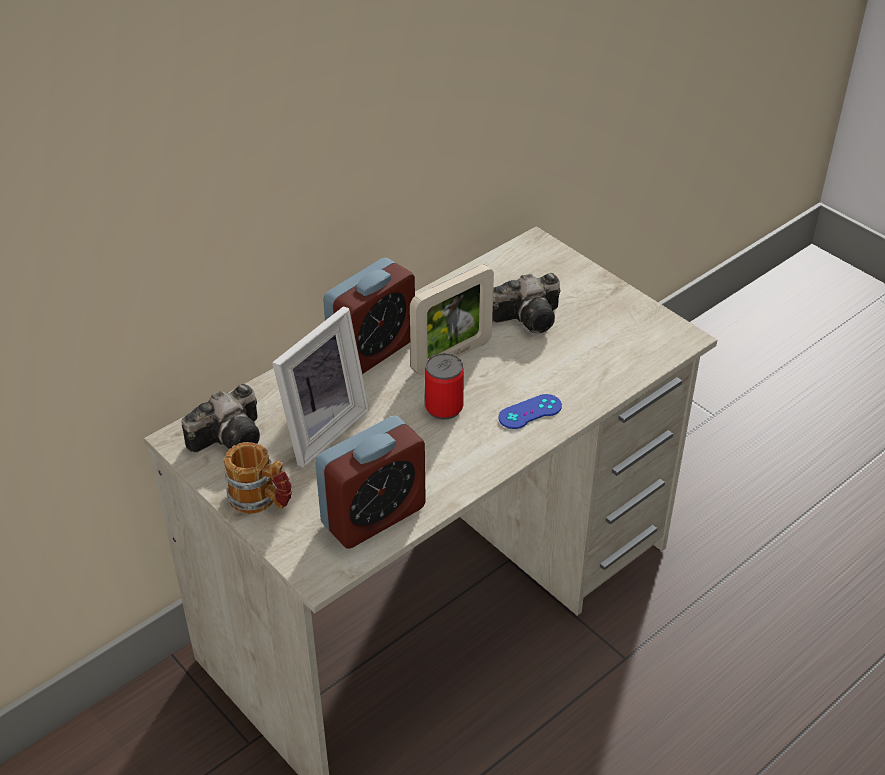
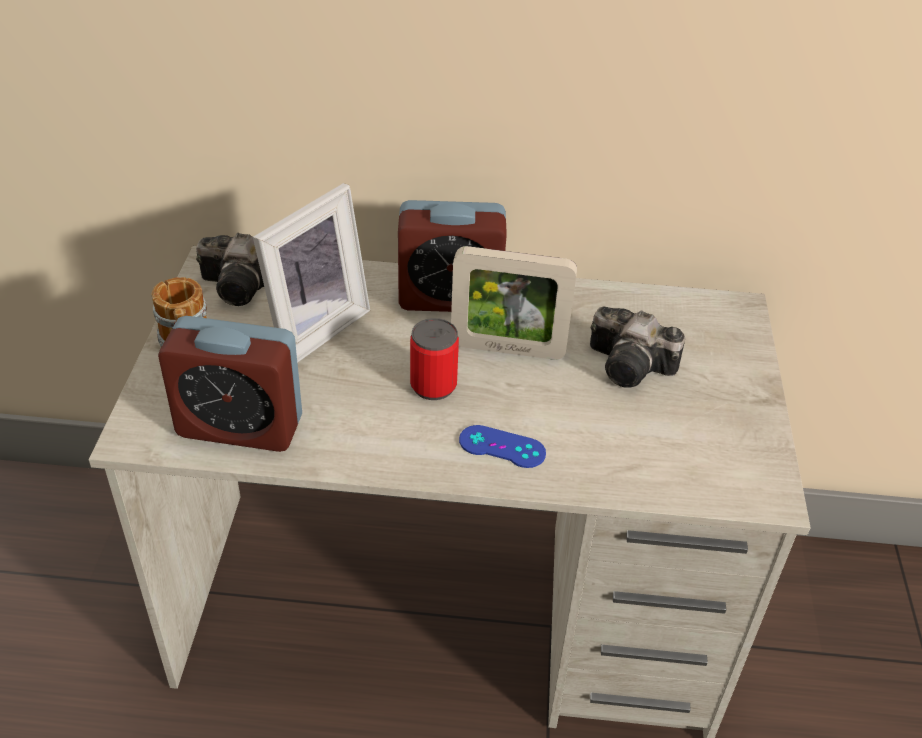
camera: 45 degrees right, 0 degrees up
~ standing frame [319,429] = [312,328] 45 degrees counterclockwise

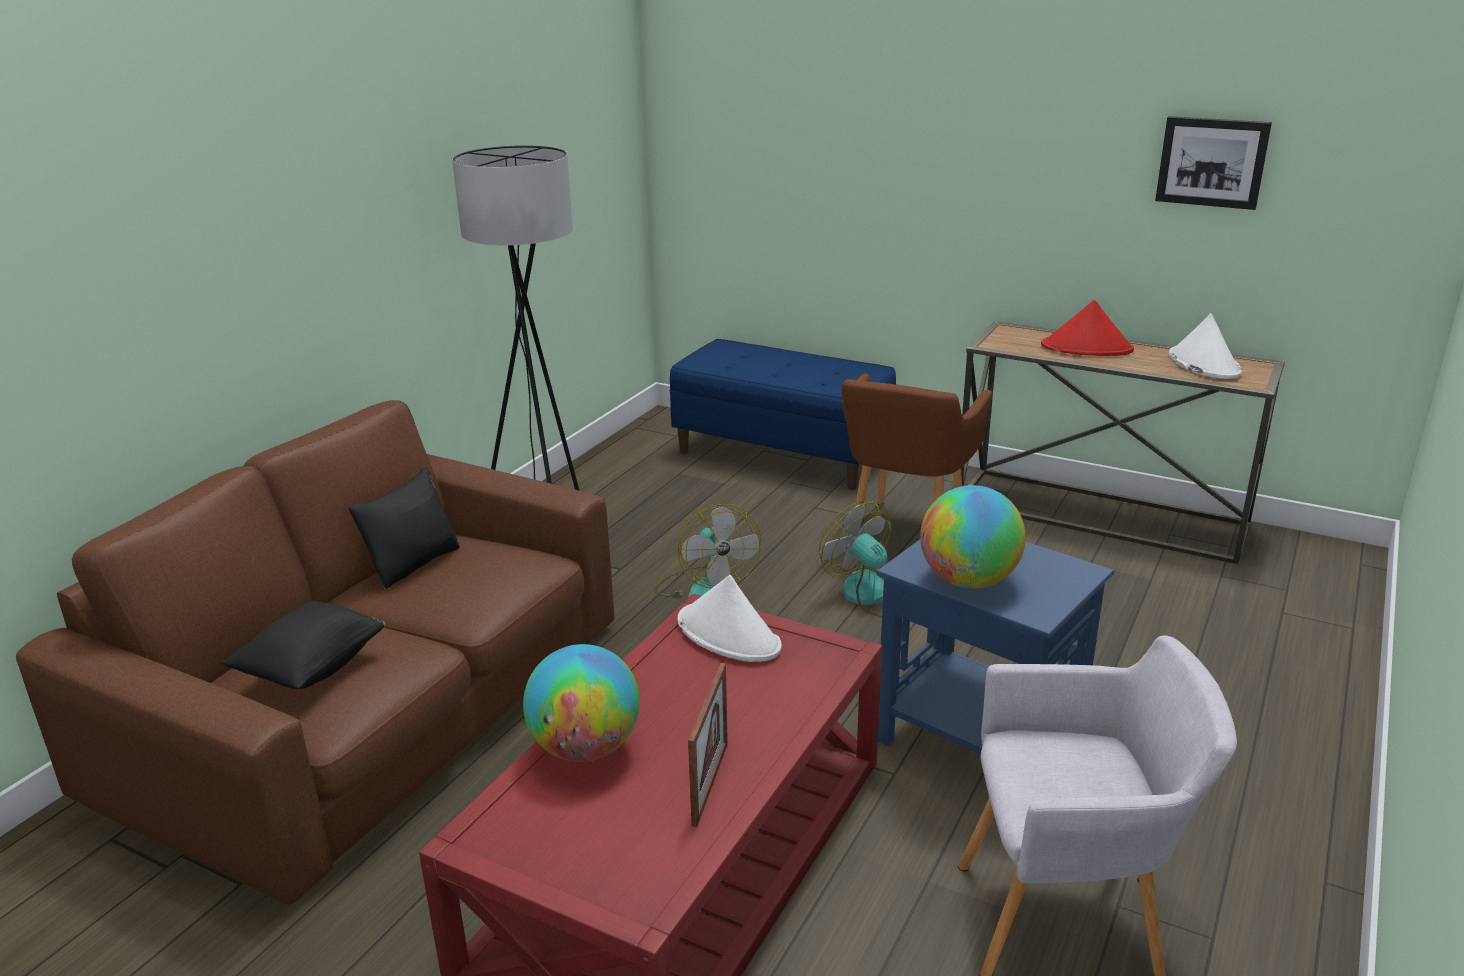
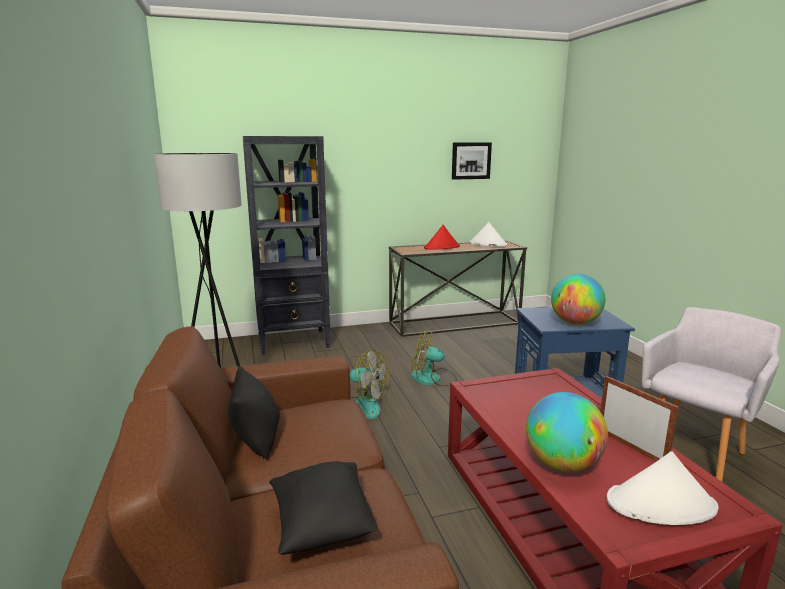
camera: 45 degrees left, 10 degrees down
~ indoor bench in blue [783,454] to shelving unit in blackish [294,342]
~ wearable hat in white-coloured [729,634] to [661,504]
- lounge chair in brownish [904,534]

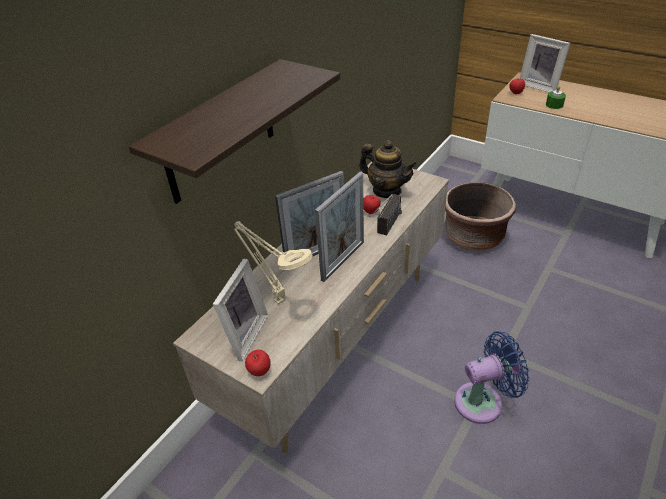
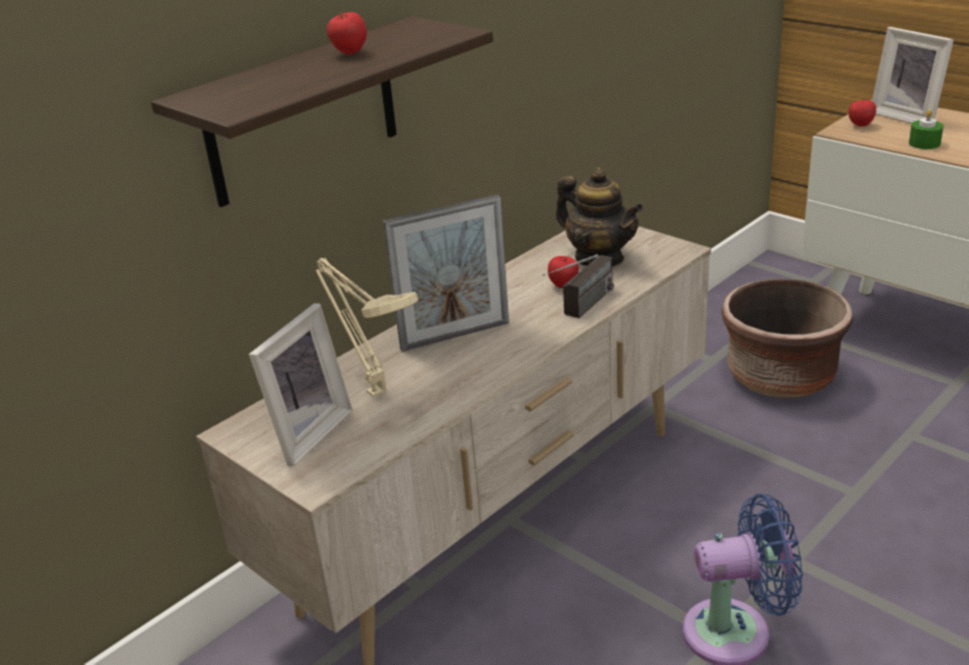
camera: 10 degrees right, 10 degrees down
~ apple [259,371] to [349,54]
- standing frame [343,261]

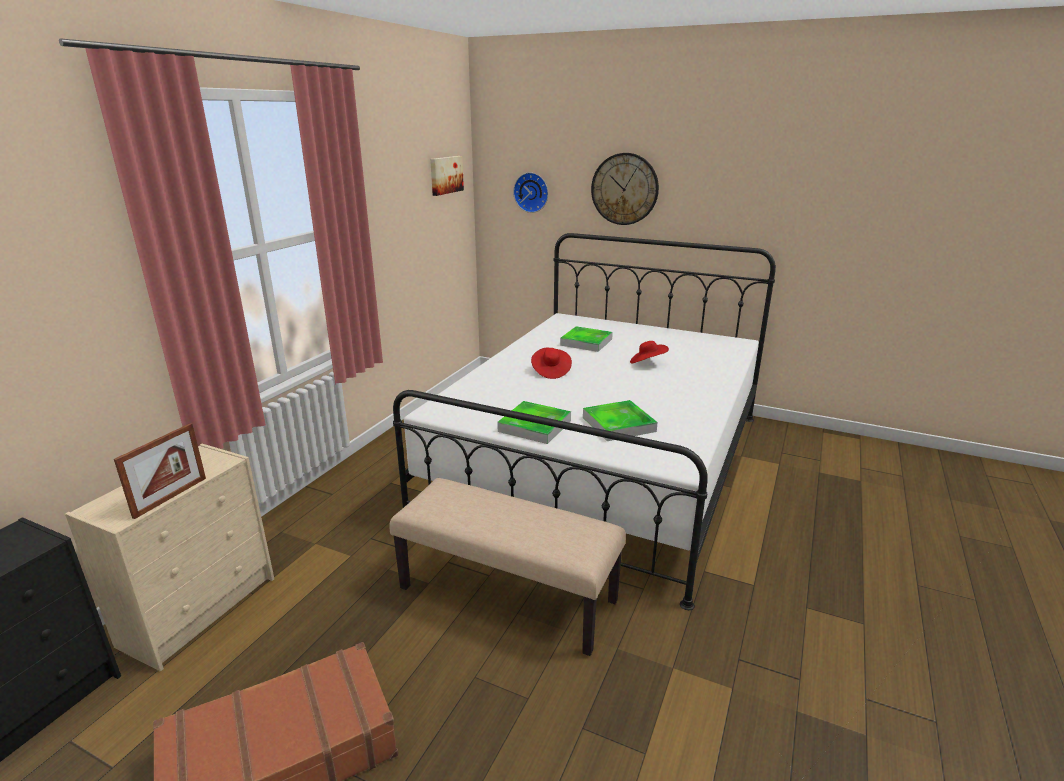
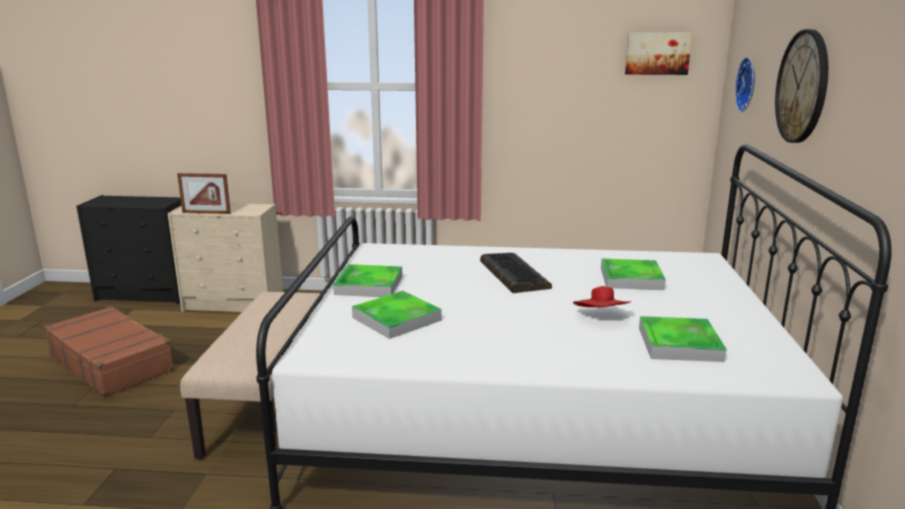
camera: 70 degrees right, 5 degrees down
~ wearable hat in reddish [550,371] to keyboard [512,274]
+ tray [679,344]

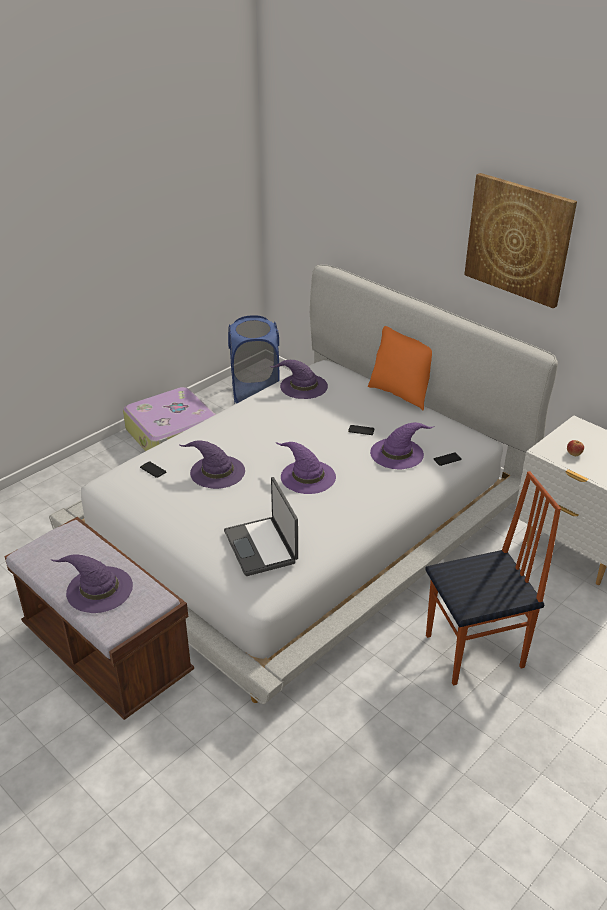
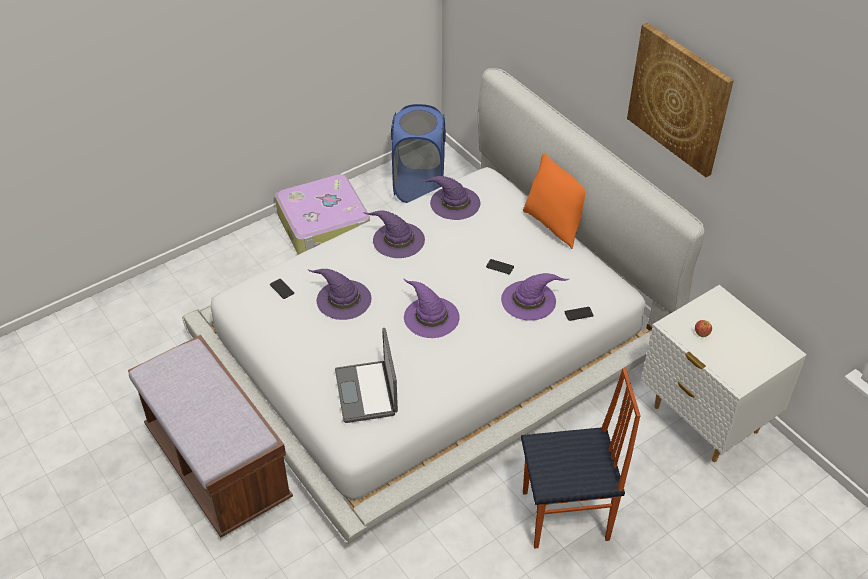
camera: 10 degrees right, 10 degrees up
~ wearable hat in purple [98,589] to [397,240]

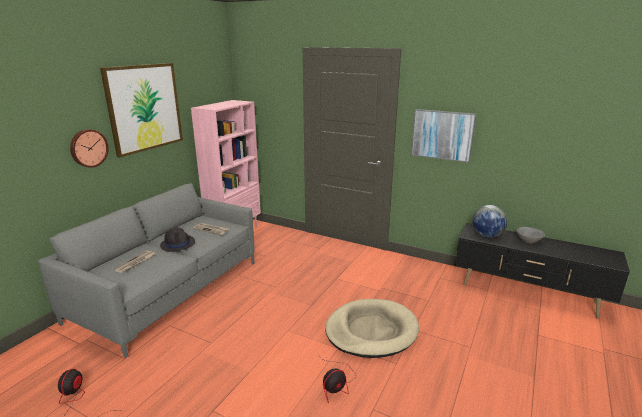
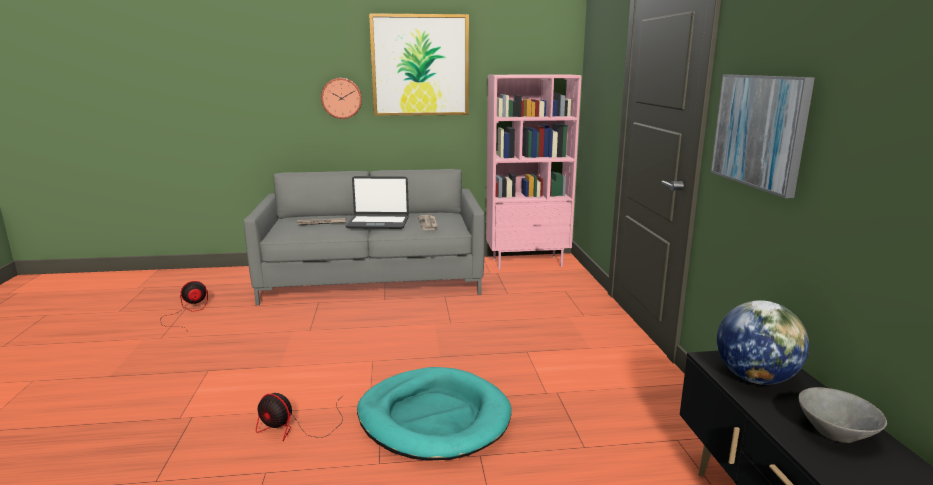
camera: 55 degrees right, 5 degrees down
~ wearable hat in blackish [178,244] to laptop [378,223]
~ pet bed in beige [371,331] to pet bed in blue-green [434,418]

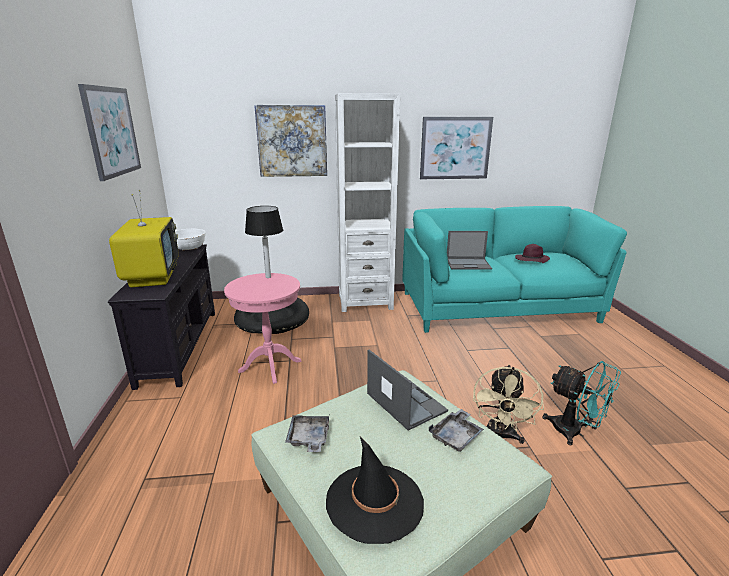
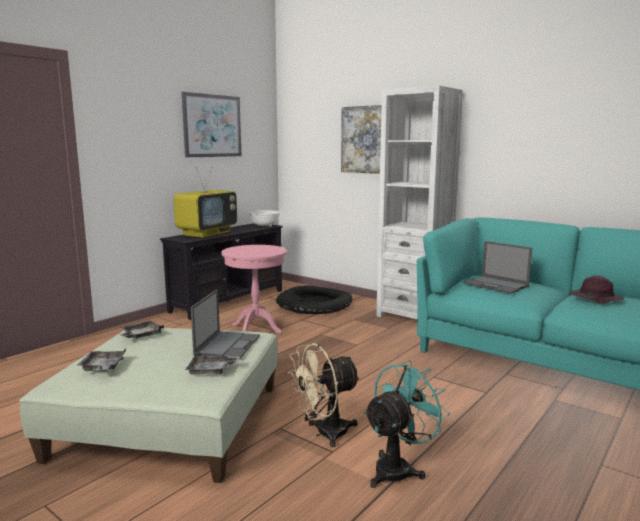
camera: 45 degrees right, 10 degrees down
- table lamp [268,277]
~ wearable hat in blackish [374,501] to tray in grey [102,367]
- wall picture [455,148]
~ fan in blue-green [574,432] = [398,468] 135 degrees counterclockwise

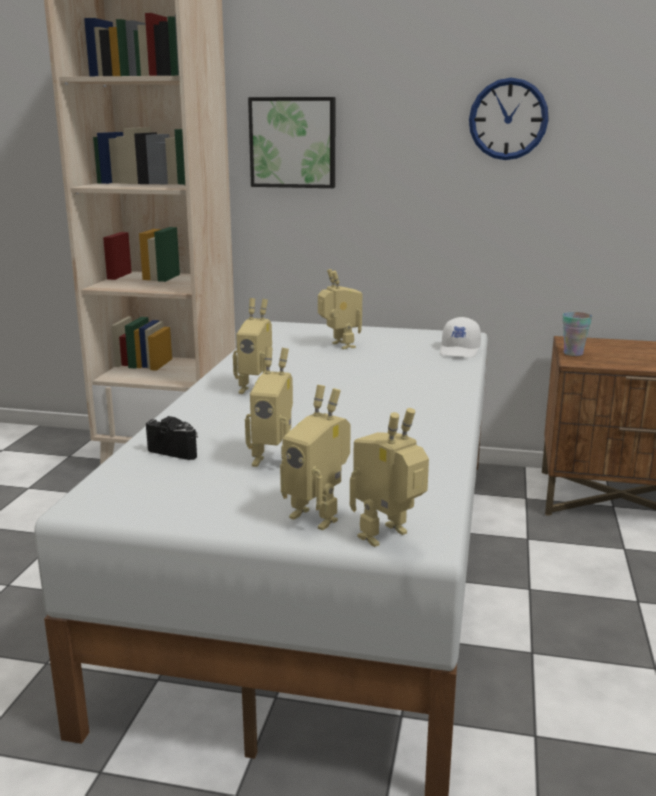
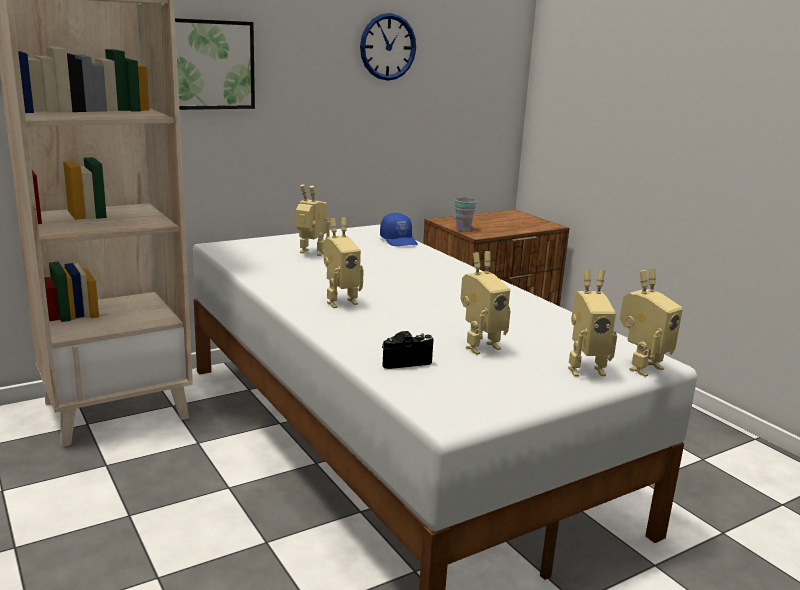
camera: 45 degrees left, 0 degrees up
~ model robot [388,538] = [641,367] 135 degrees counterclockwise
~ baseball cap in white-coloured [460,350] to baseball cap in blue [399,240]

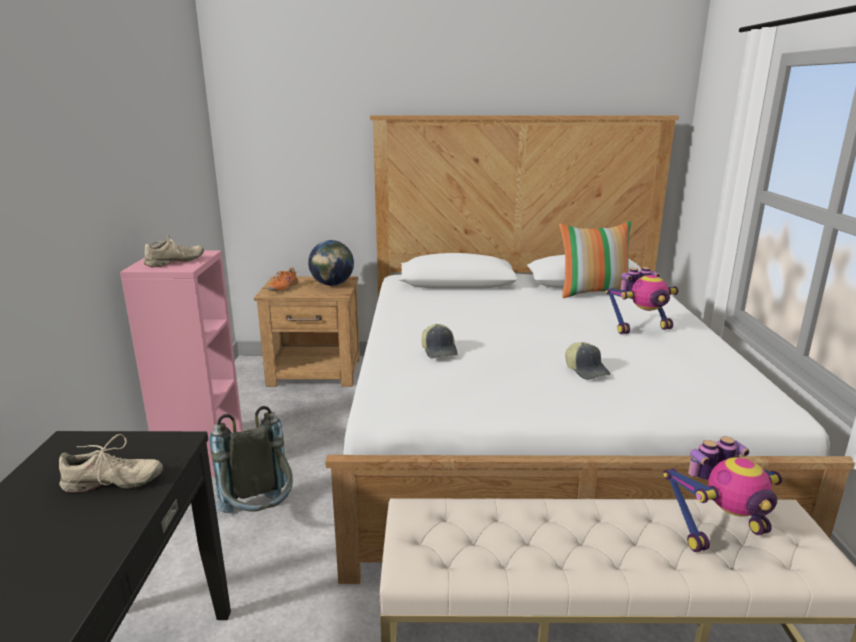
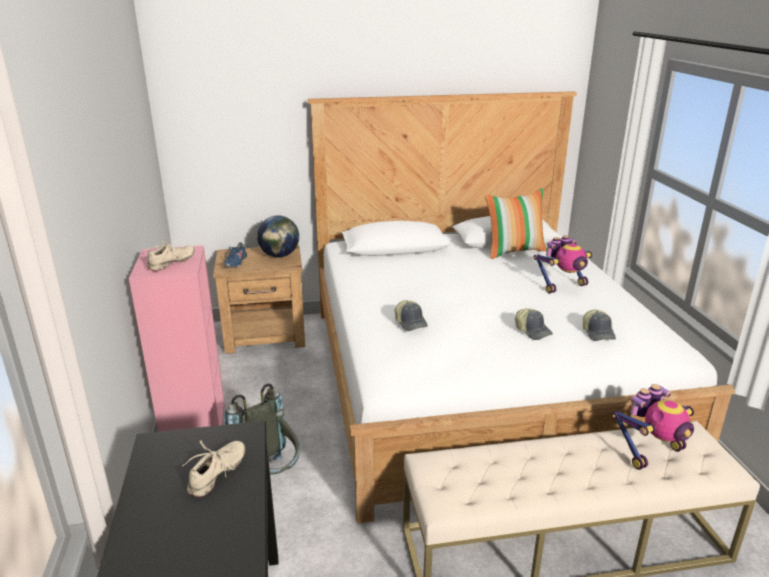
camera: 10 degrees left, 5 degrees up
~ shoe in beige [113,483] = [218,474] 45 degrees counterclockwise
~ shoe in orange-coloured [283,288] to shoe in blue [235,262]
+ baseball cap [598,333]

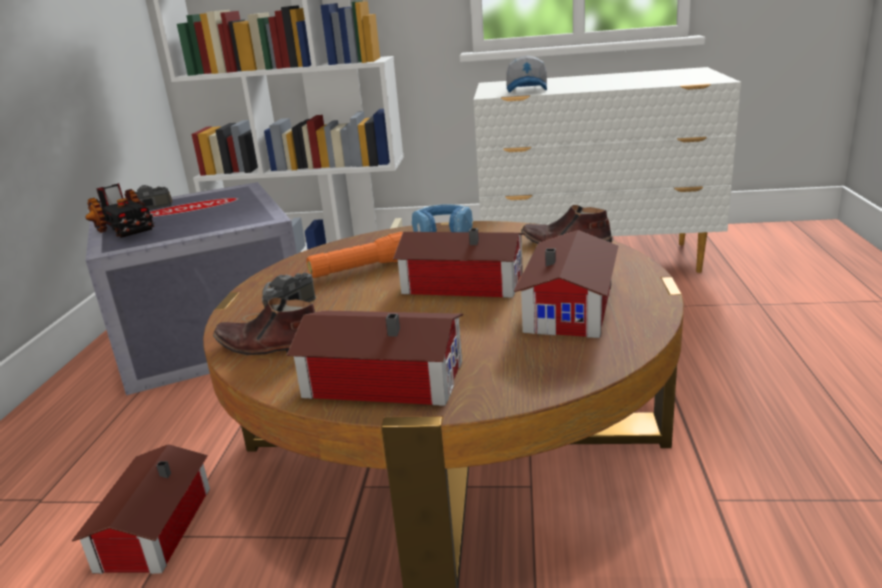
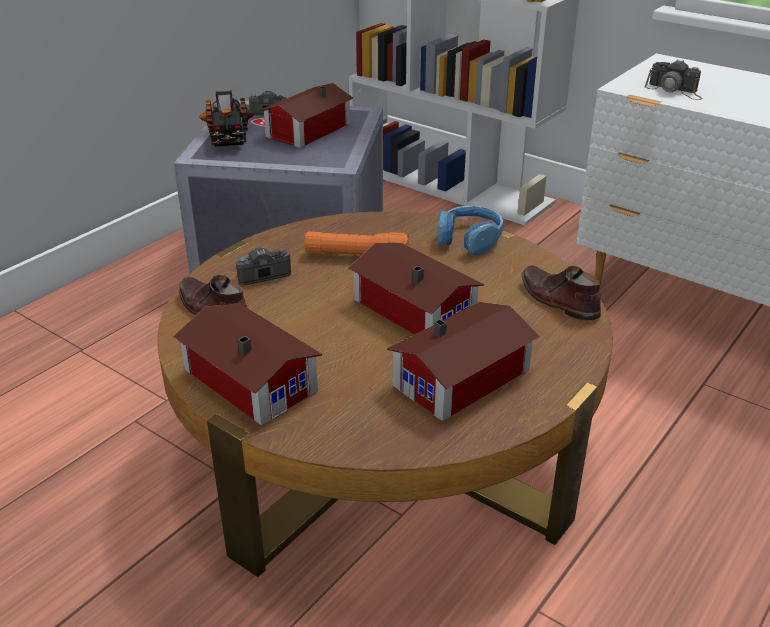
camera: 30 degrees right, 10 degrees up
~ toy house [150,530] to [305,130]
~ baseball cap [528,90] to still camera [674,90]

